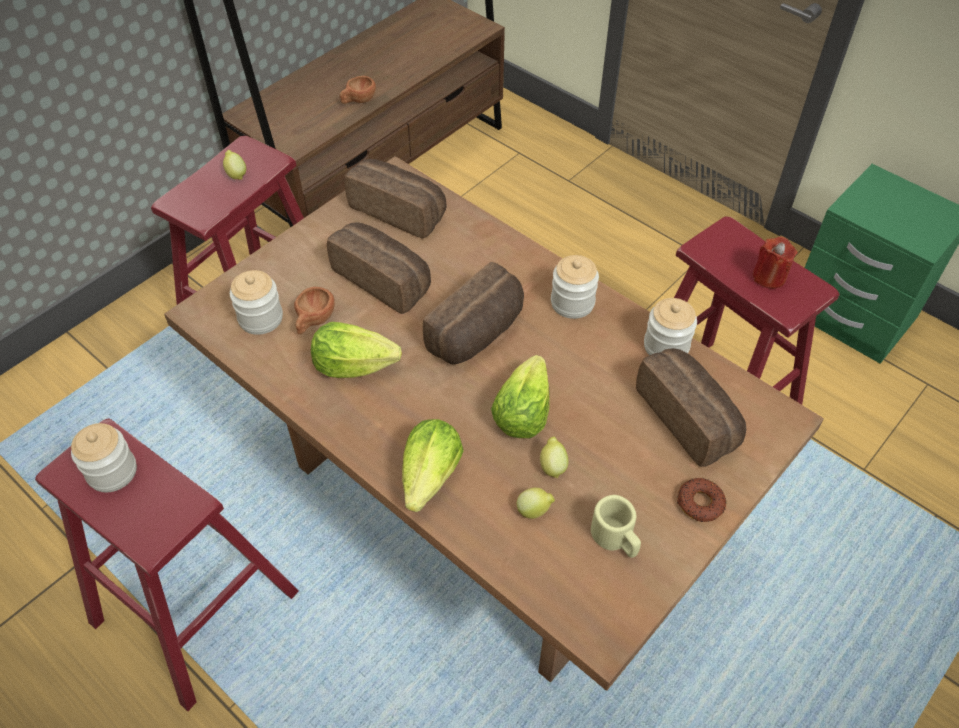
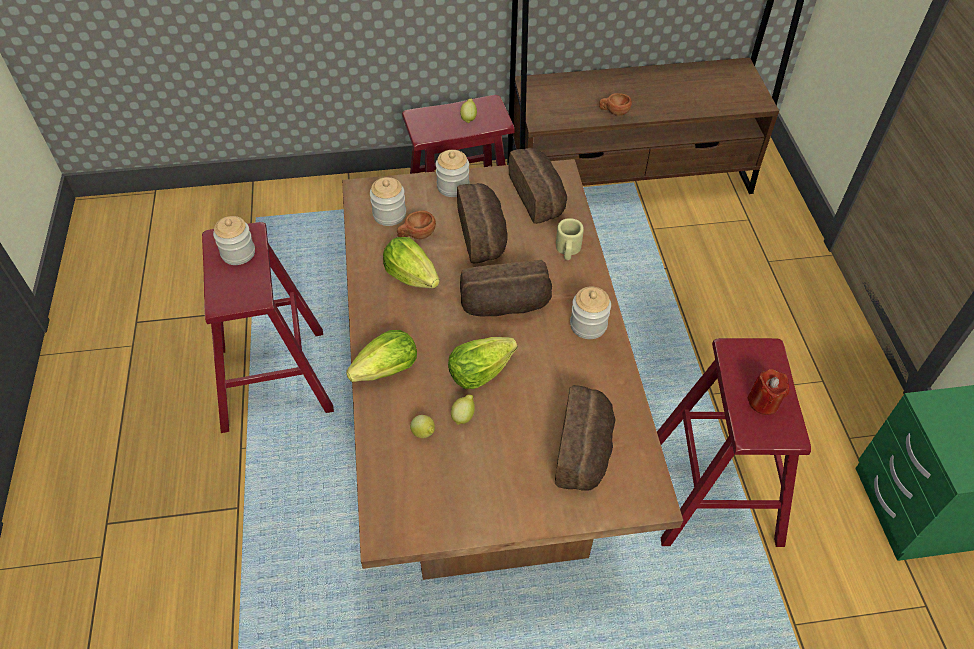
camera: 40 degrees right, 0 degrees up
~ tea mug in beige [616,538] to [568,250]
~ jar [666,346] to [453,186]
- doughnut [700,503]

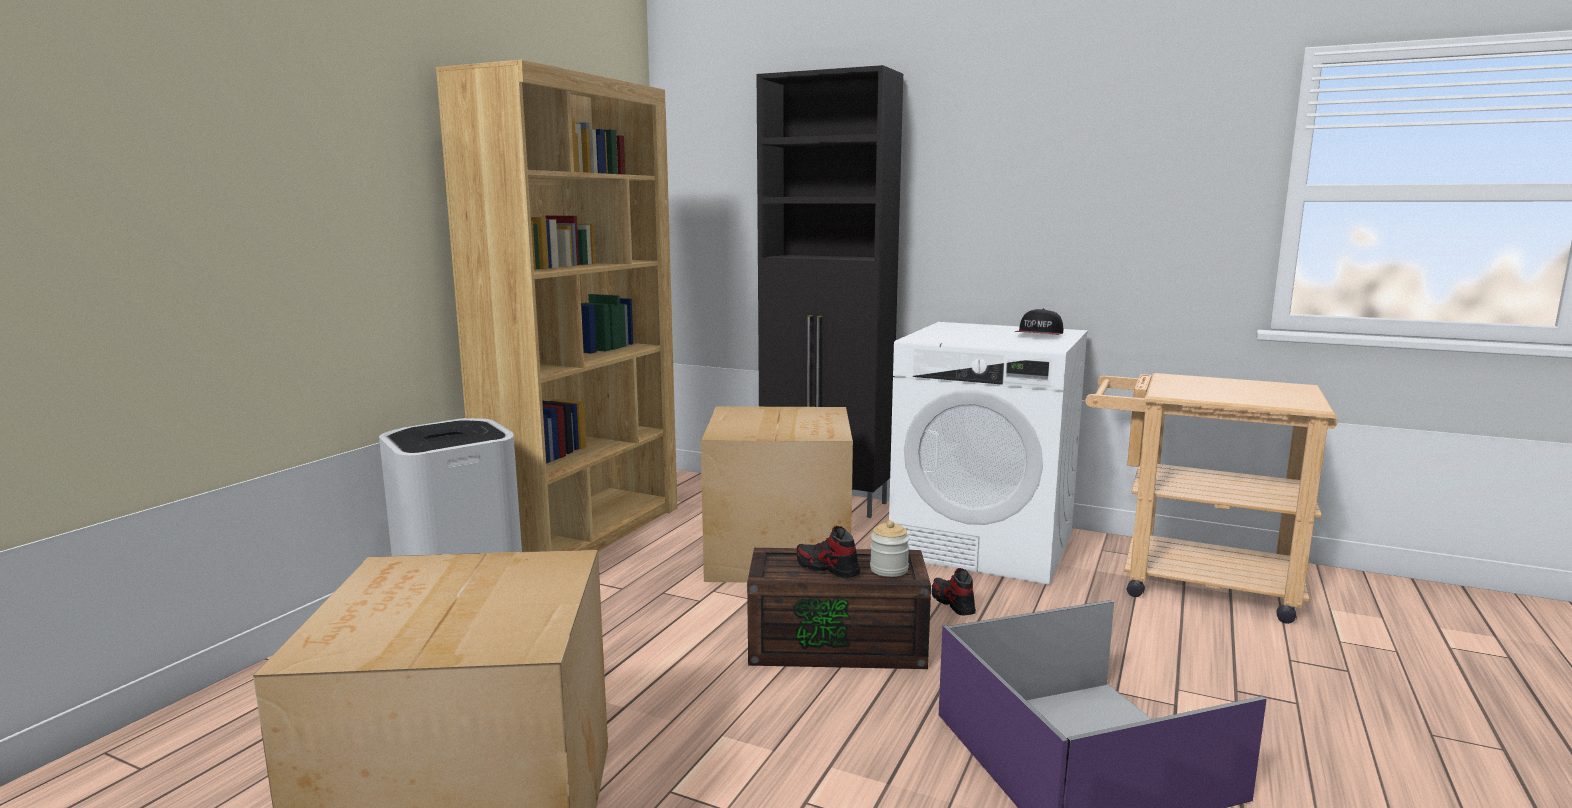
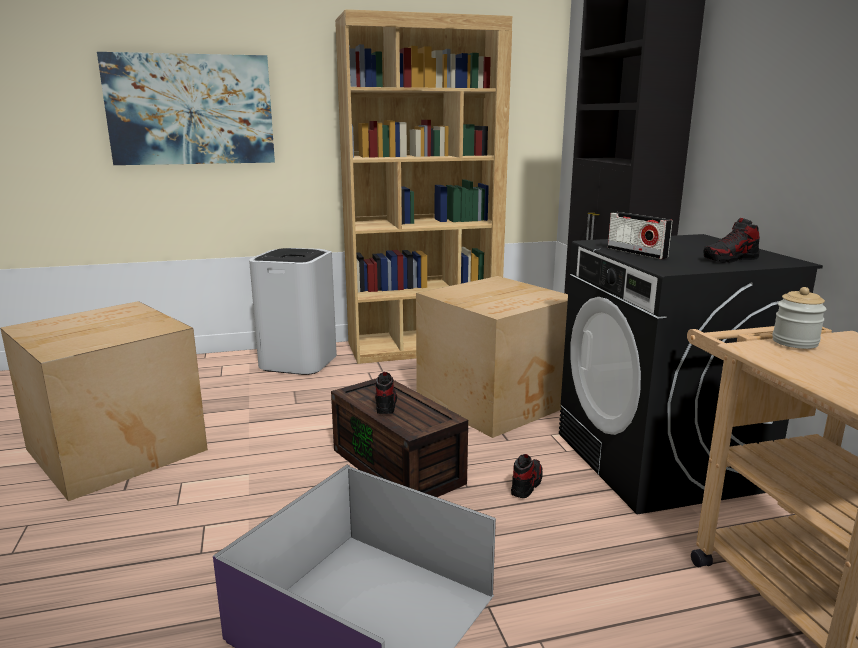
camera: 50 degrees right, 5 degrees up
~ jar [889,569] to [795,342]
~ laundry appliance in white-coloured [984,544] to laundry appliance in blackish [659,461]
~ baseball cap [1039,335] to shoe [730,259]
+ wall picture [191,110]
+ radio set [637,253]

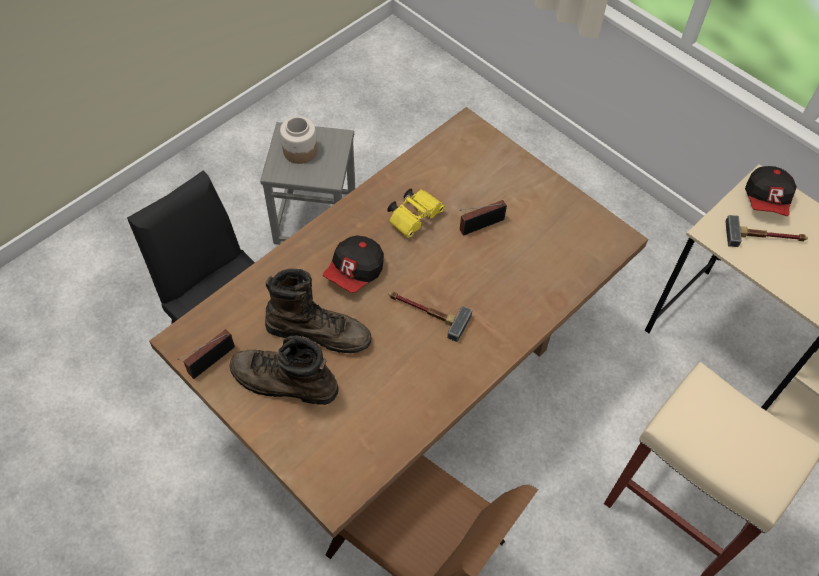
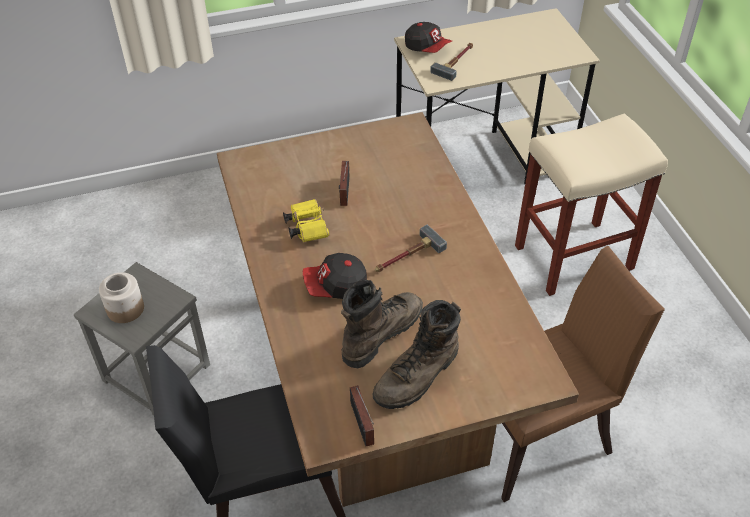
camera: 60 degrees left, 10 degrees down
~ baseball cap [355,272] = [335,286] 105 degrees clockwise

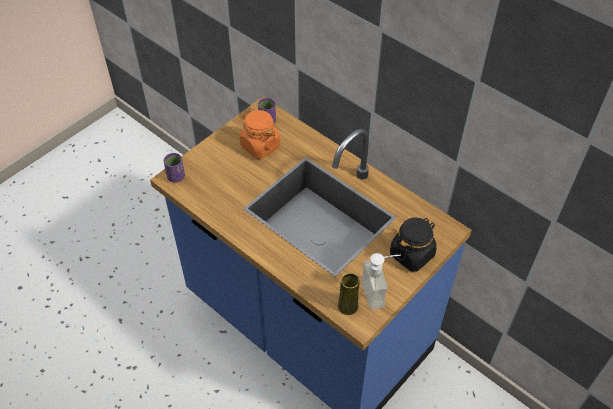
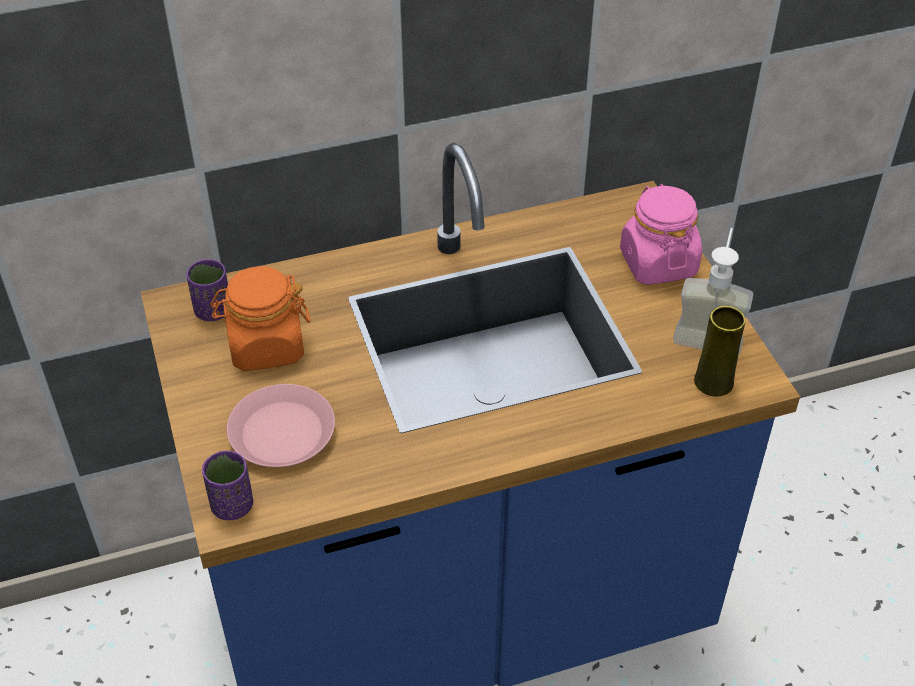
camera: 60 degrees left, 5 degrees down
~ jar in blackish [412,254] to jar in pink [657,263]
+ plate in pink [282,433]

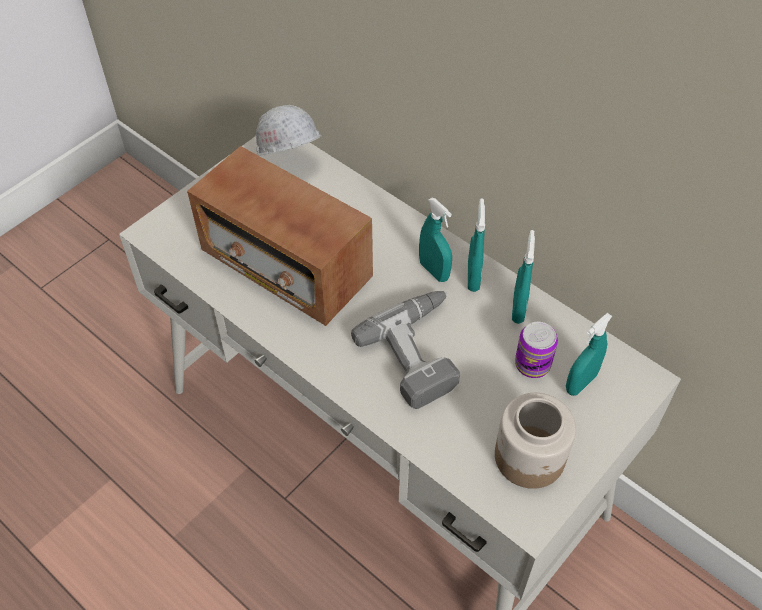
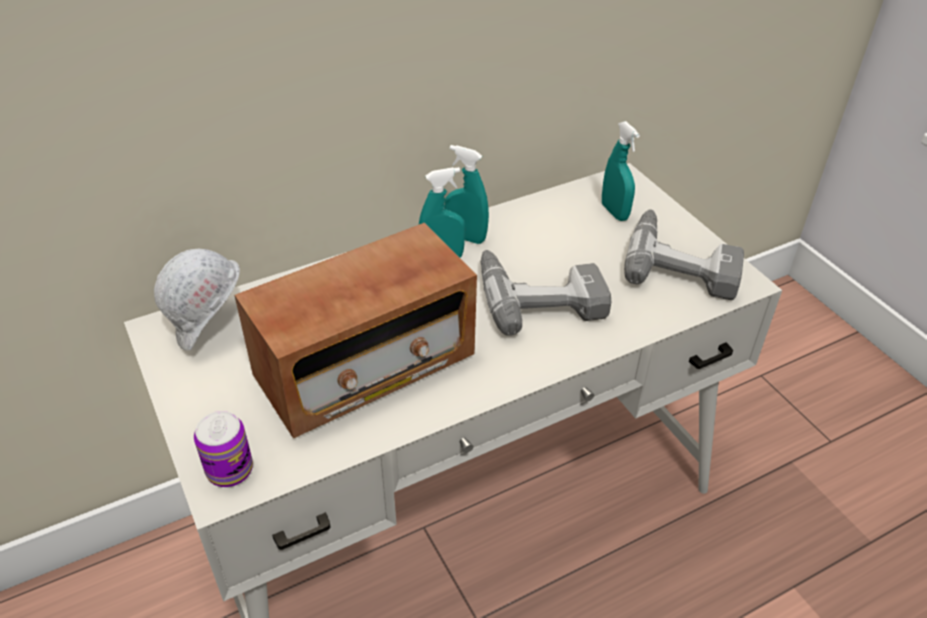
camera: 70 degrees left, 10 degrees down
~ jar [530,457] to power drill [681,262]
- sprayer in blue-green [518,309]
~ sealed can [532,364] to [230,470]

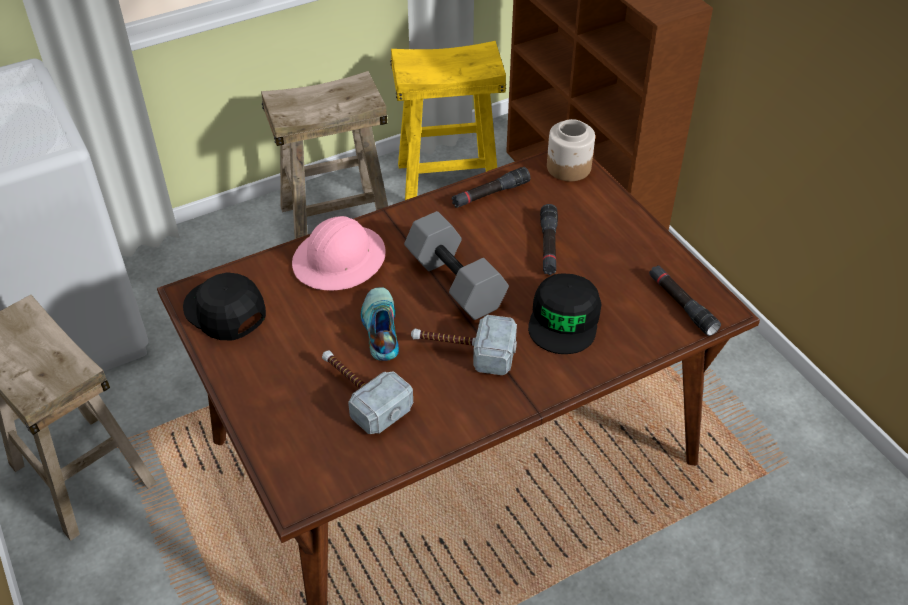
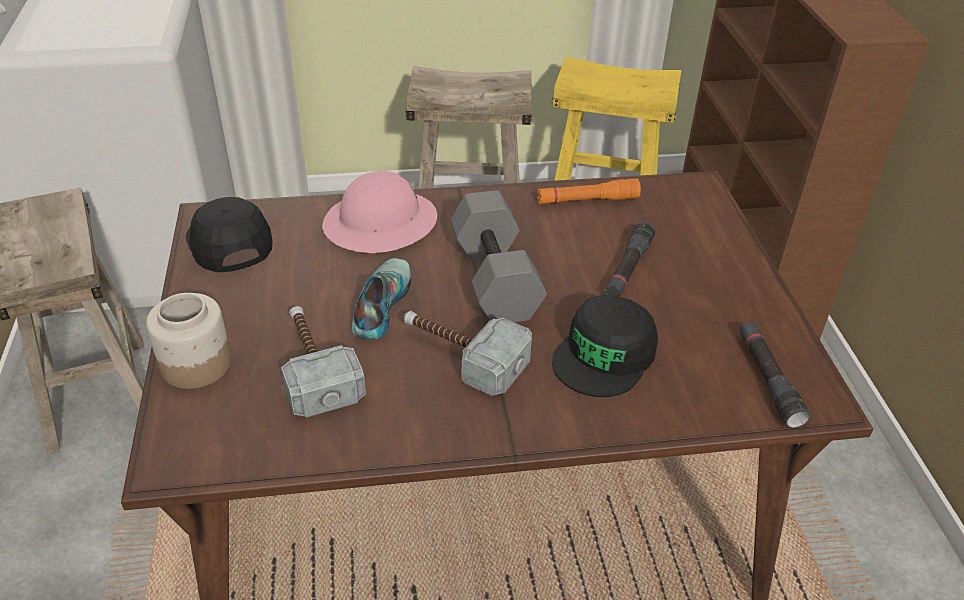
camera: 20 degrees right, 5 degrees down
~ torch in blackish [490,194] to torch in orange-coloured [587,200]
~ jar [568,168] to [195,365]

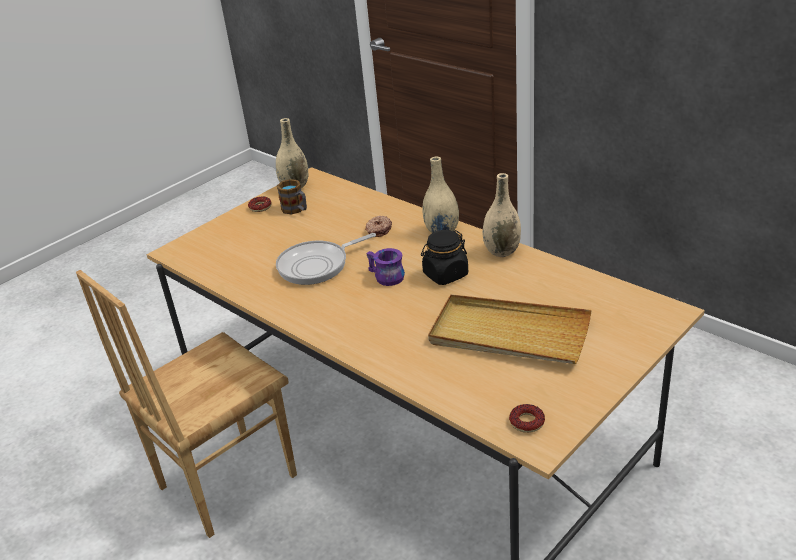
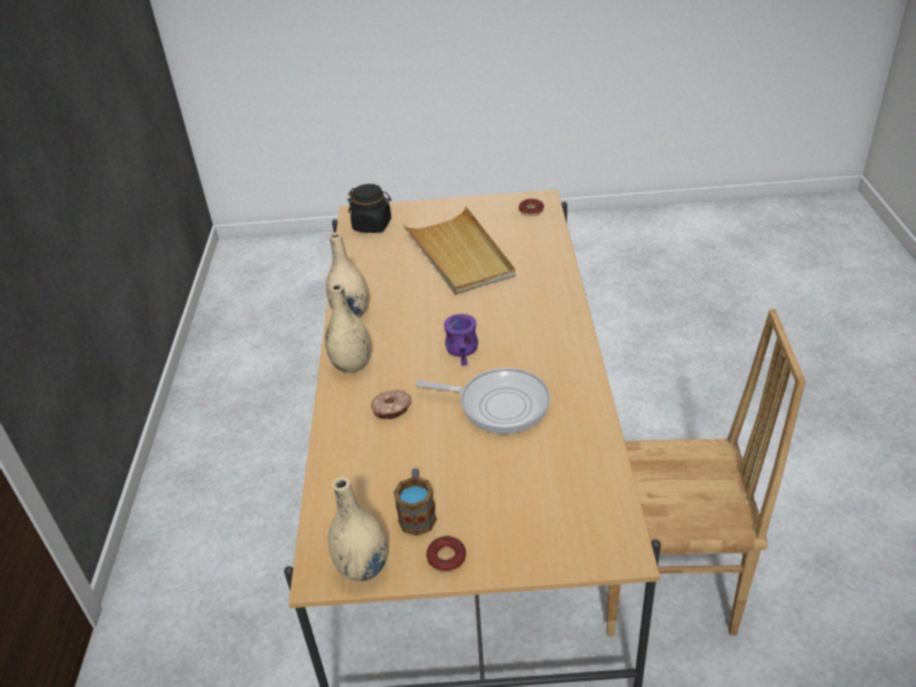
camera: 135 degrees left, 5 degrees up
~ jar in blackish [445,275] to [372,225]

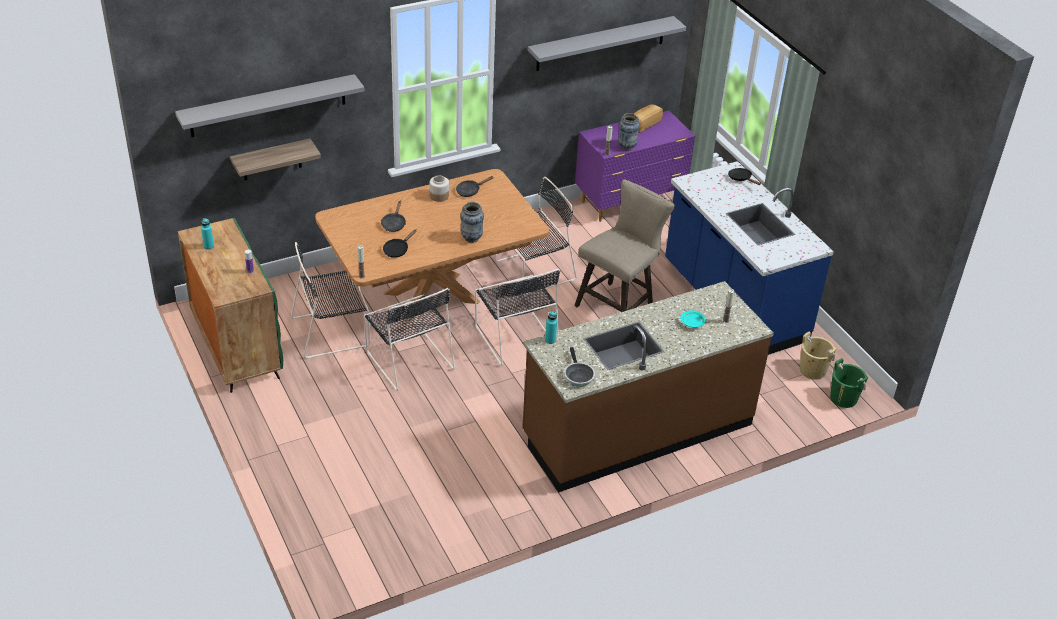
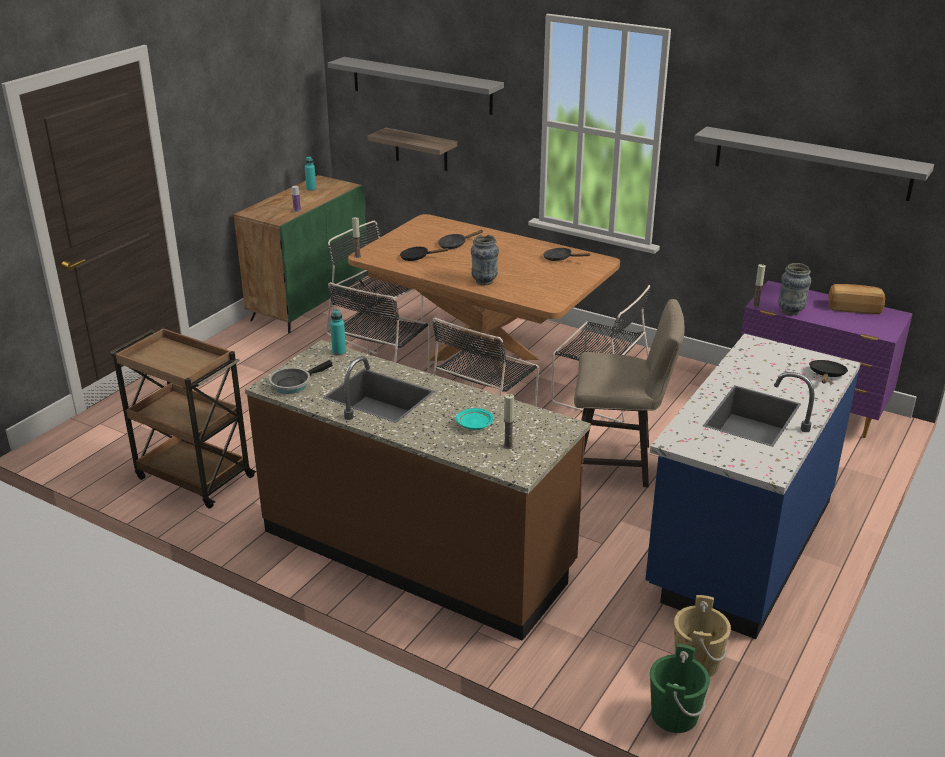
camera: 60 degrees right, 10 degrees down
- jar [439,196]
+ cart in brownish [193,476]

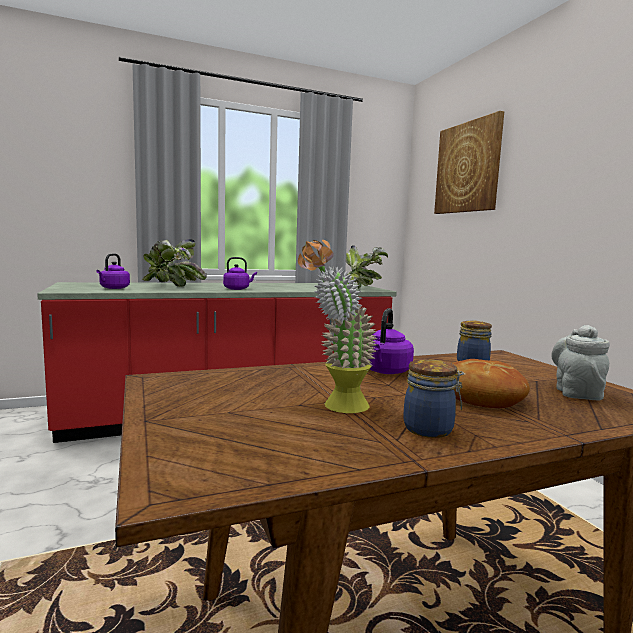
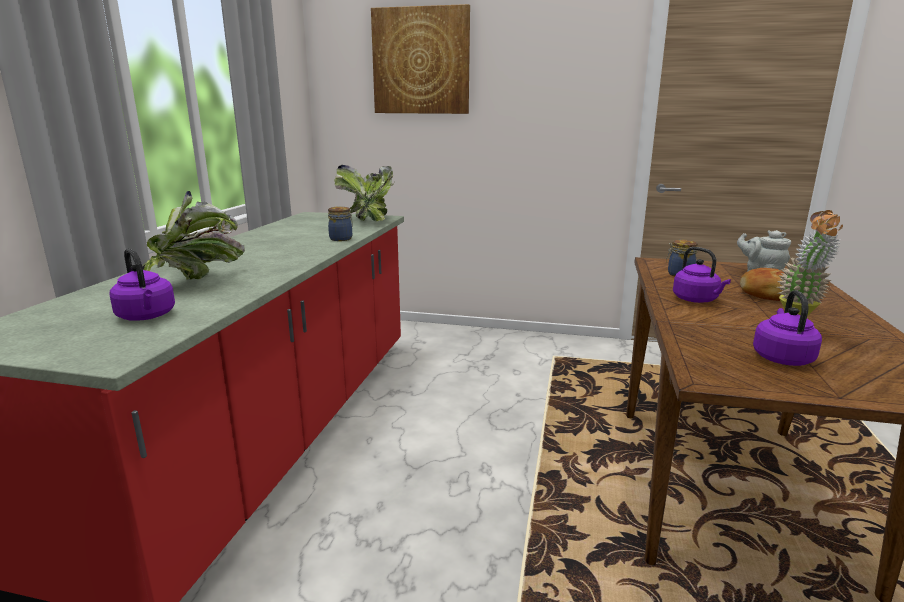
camera: 55 degrees left, 10 degrees up
~ tea kettle in purple [238,289] to [781,357]
~ jar [430,429] to [342,239]

